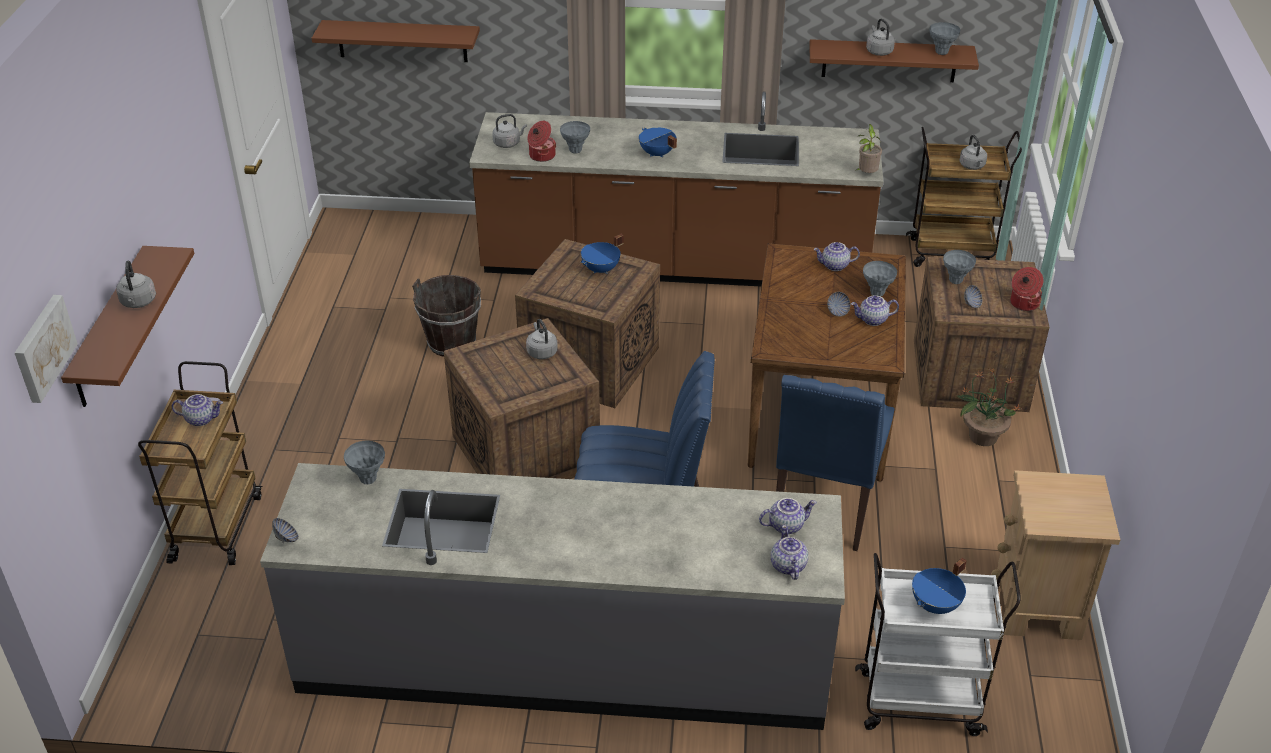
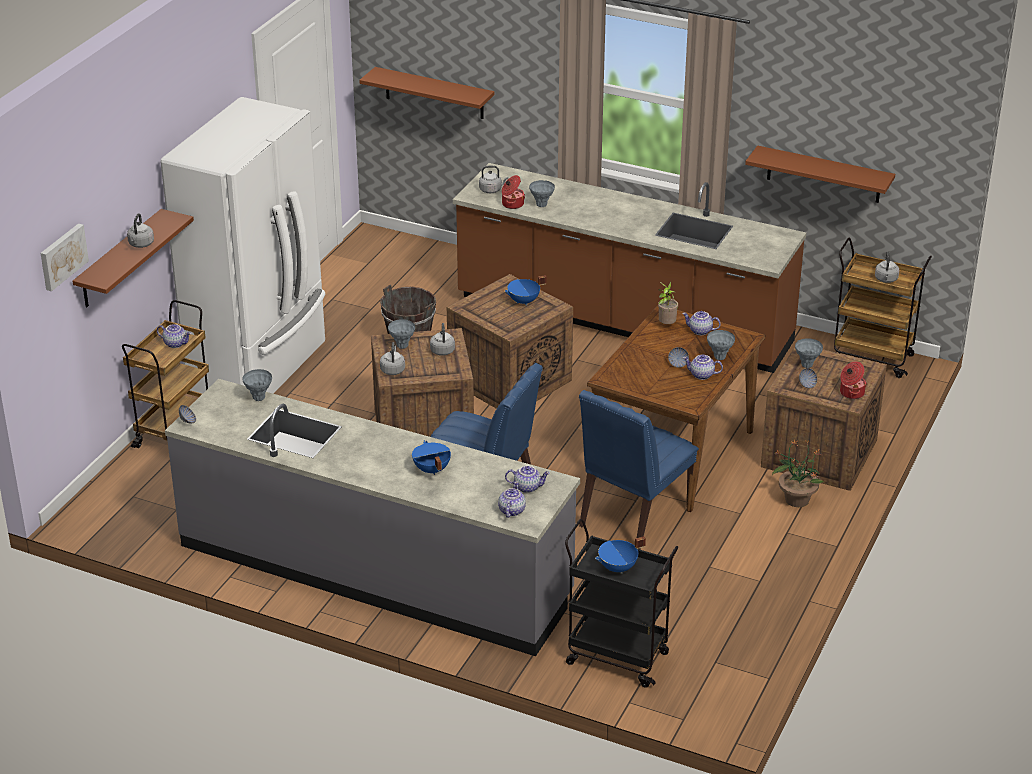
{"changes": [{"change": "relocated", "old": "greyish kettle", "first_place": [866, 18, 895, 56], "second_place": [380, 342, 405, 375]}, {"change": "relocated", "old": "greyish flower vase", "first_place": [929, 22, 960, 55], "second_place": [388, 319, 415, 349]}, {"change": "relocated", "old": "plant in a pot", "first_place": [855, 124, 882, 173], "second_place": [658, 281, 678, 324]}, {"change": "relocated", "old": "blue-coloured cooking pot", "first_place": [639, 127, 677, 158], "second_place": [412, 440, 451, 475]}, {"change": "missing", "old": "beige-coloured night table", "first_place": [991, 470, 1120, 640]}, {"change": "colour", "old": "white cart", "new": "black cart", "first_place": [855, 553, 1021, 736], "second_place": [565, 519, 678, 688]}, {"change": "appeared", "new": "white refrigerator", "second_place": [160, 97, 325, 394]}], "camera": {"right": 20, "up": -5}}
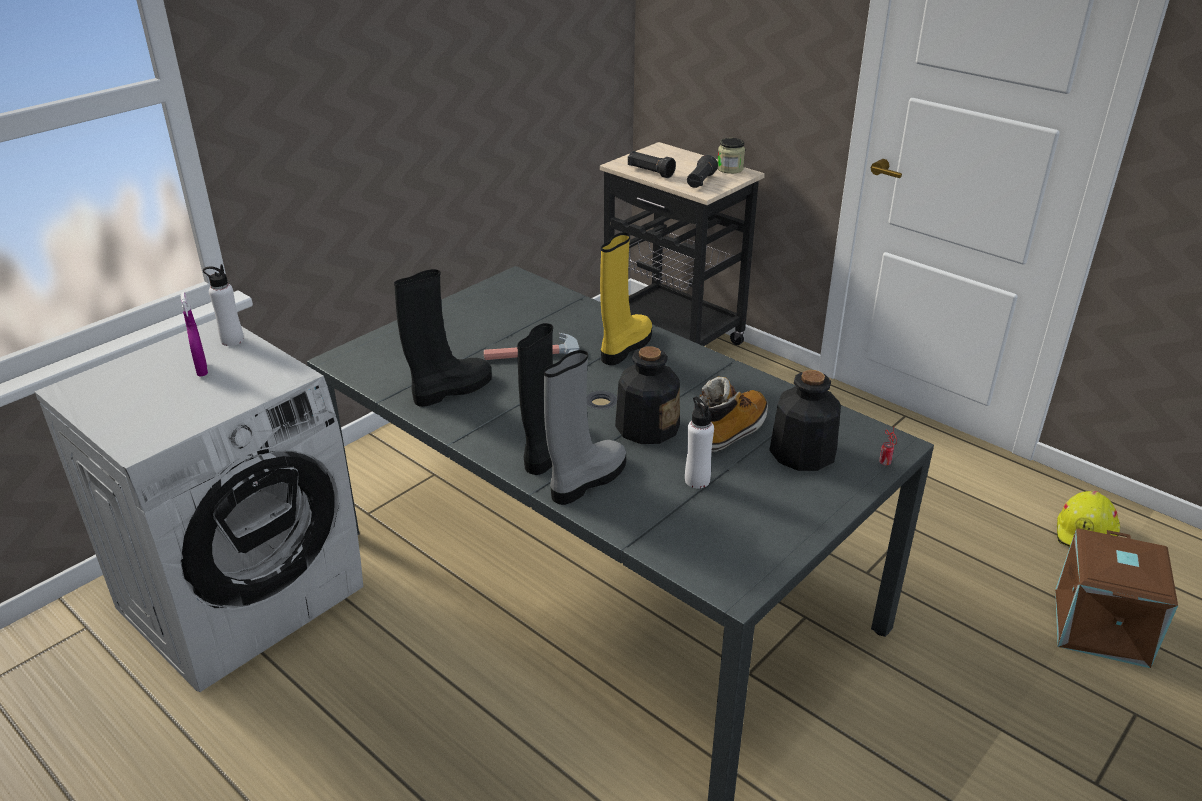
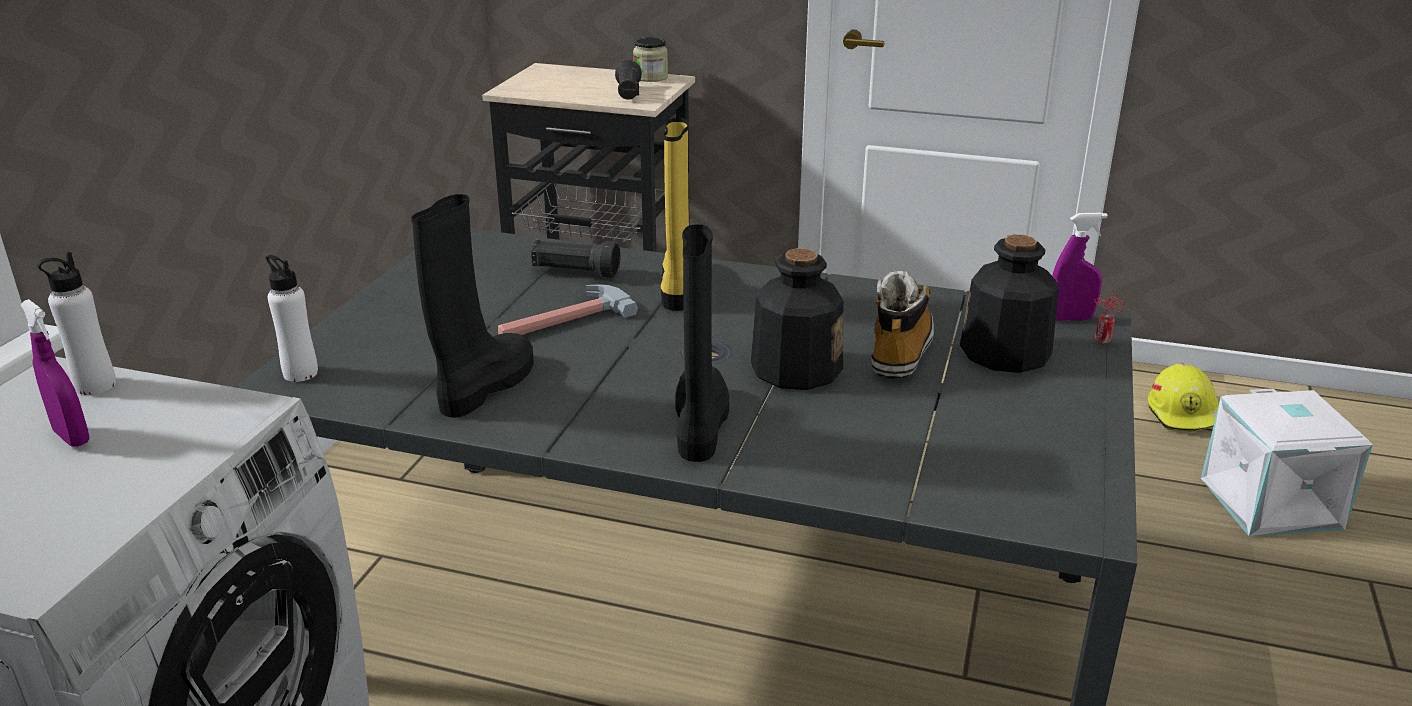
{"changes": [{"change": "relocated", "old": "black flashlight", "first_place": [628, 151, 676, 178], "second_place": [531, 240, 620, 278]}, {"change": "missing", "old": "greyish high-top boot", "first_place": [544, 350, 626, 505]}, {"change": "relocated", "old": "white bottle", "first_place": [685, 397, 714, 488], "second_place": [266, 255, 318, 382]}, {"change": "colour", "old": "brownish storage bin", "new": "white storage bin", "first_place": [1055, 529, 1178, 668], "second_place": [1201, 388, 1373, 536]}, {"change": "appeared", "new": "purplish spray bottle", "second_place": [1052, 212, 1108, 320]}], "camera": {"right": -25, "up": -5}}
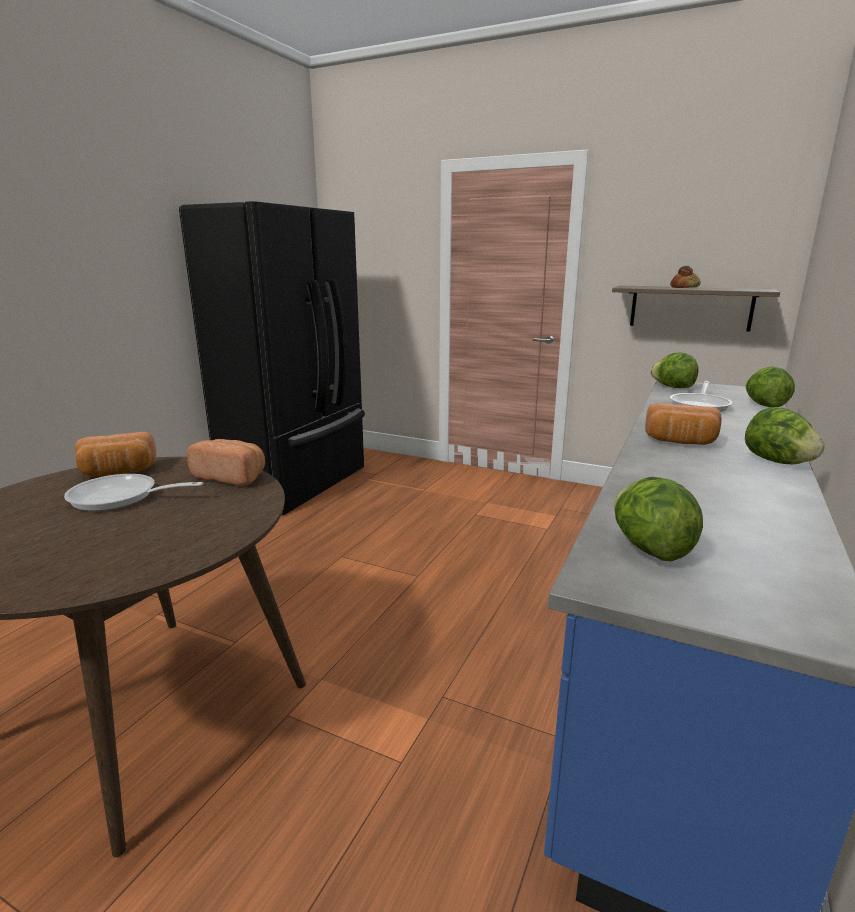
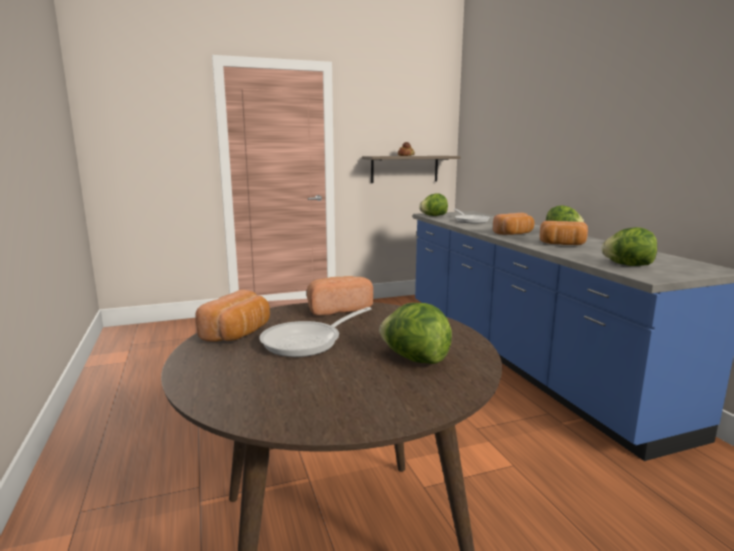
{"changes": [{"change": "missing", "old": "black refrigerator", "first_place": [179, 201, 365, 515]}, {"change": "relocated", "old": "head of lettuce", "first_place": [746, 366, 795, 407], "second_place": [379, 303, 452, 364]}, {"change": "appeared", "new": "bread", "second_place": [540, 221, 588, 245]}], "camera": {"right": -45, "up": -5}}
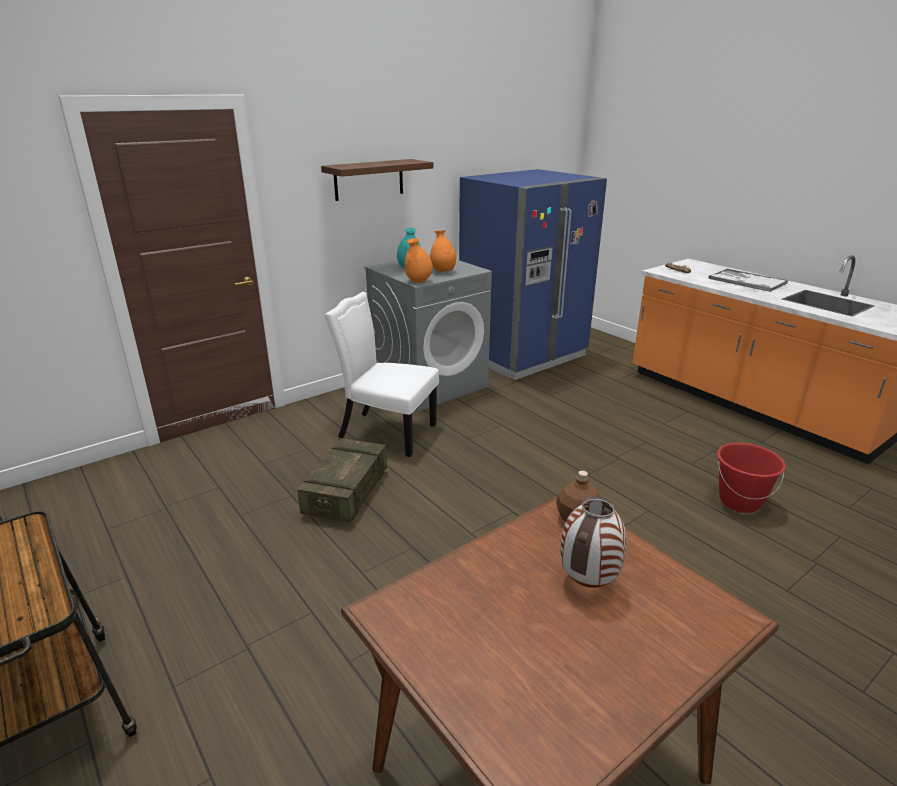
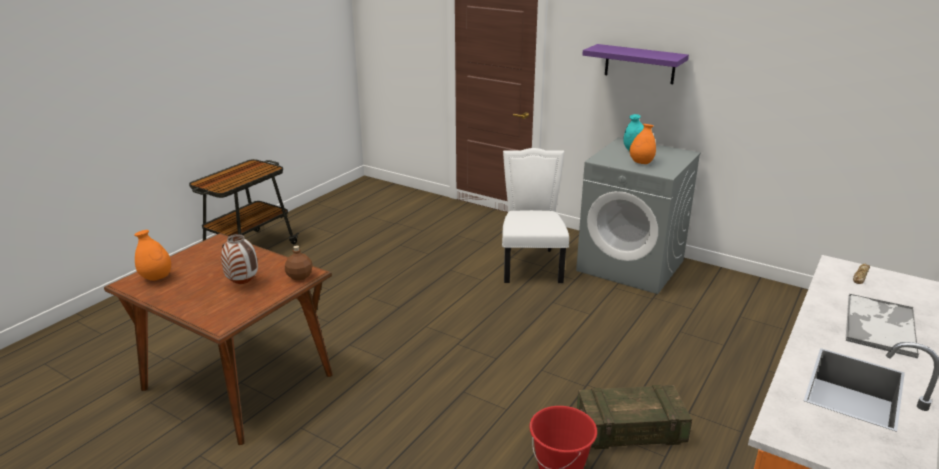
{"changes": [{"change": "colour", "old": "brownish wall shelf", "new": "purplish wall shelf", "first_place": [321, 159, 434, 201], "second_place": [582, 44, 689, 84]}, {"change": "missing", "old": "blue-coloured refrigerator", "first_place": [459, 169, 607, 380]}, {"change": "relocated", "old": "orange-coloured flower vase", "first_place": [405, 238, 433, 283], "second_place": [134, 230, 171, 281]}, {"change": "relocated", "old": "crate", "first_place": [297, 438, 387, 523], "second_place": [577, 385, 692, 449]}], "camera": {"right": 70, "up": 0}}
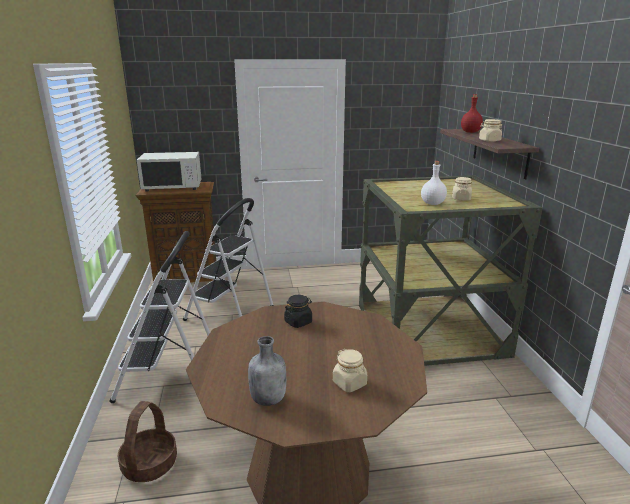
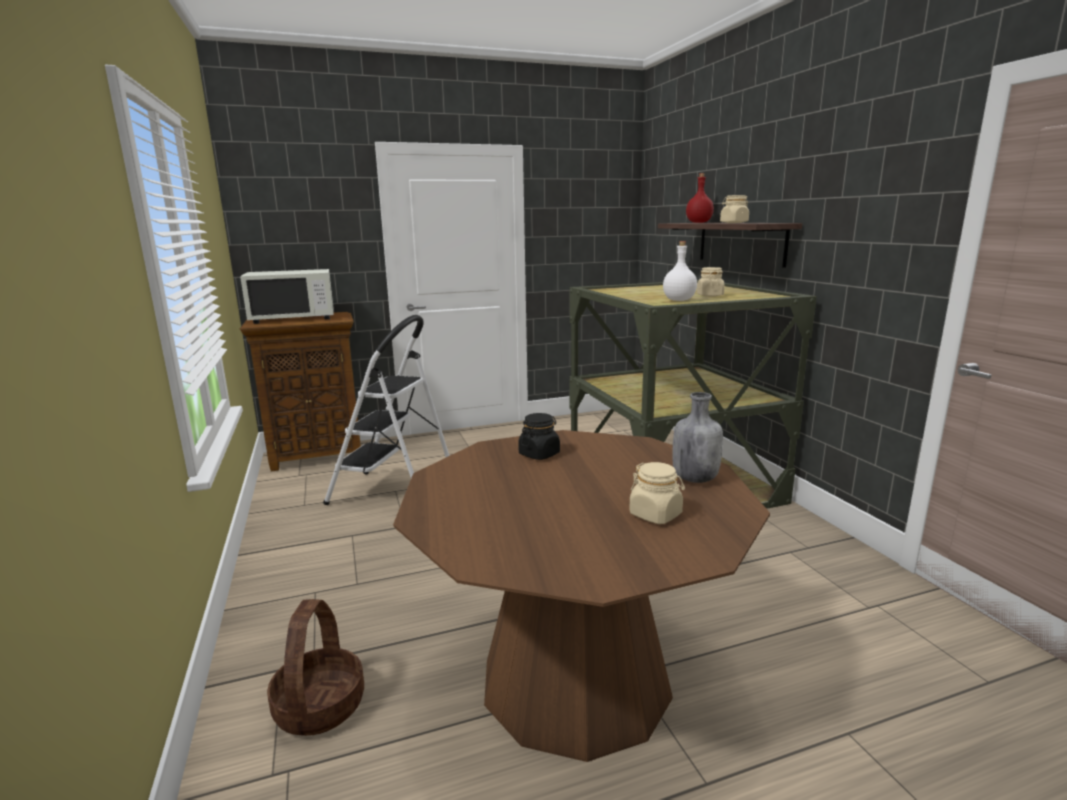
{"changes": [{"change": "missing", "old": "stepladder", "first_place": [109, 231, 210, 403]}, {"change": "relocated", "old": "greyish bottle", "first_place": [248, 336, 286, 406], "second_place": [672, 392, 723, 483]}], "camera": {"right": -10, "up": -5}}
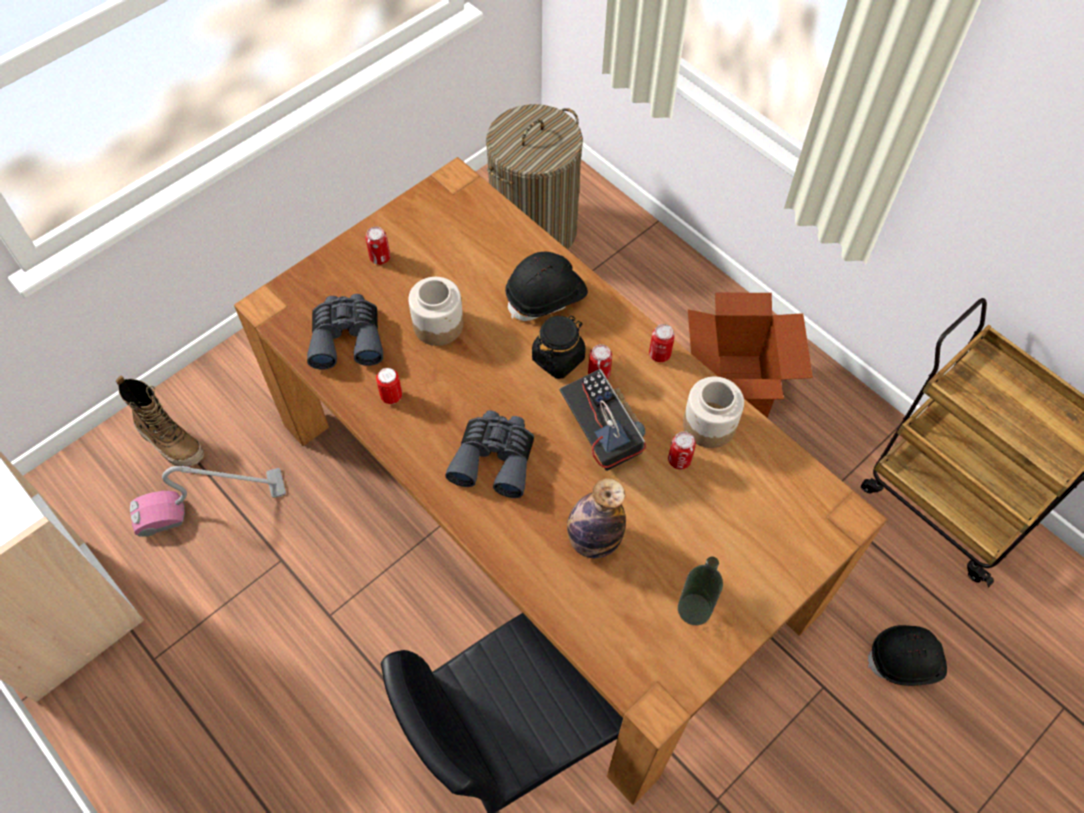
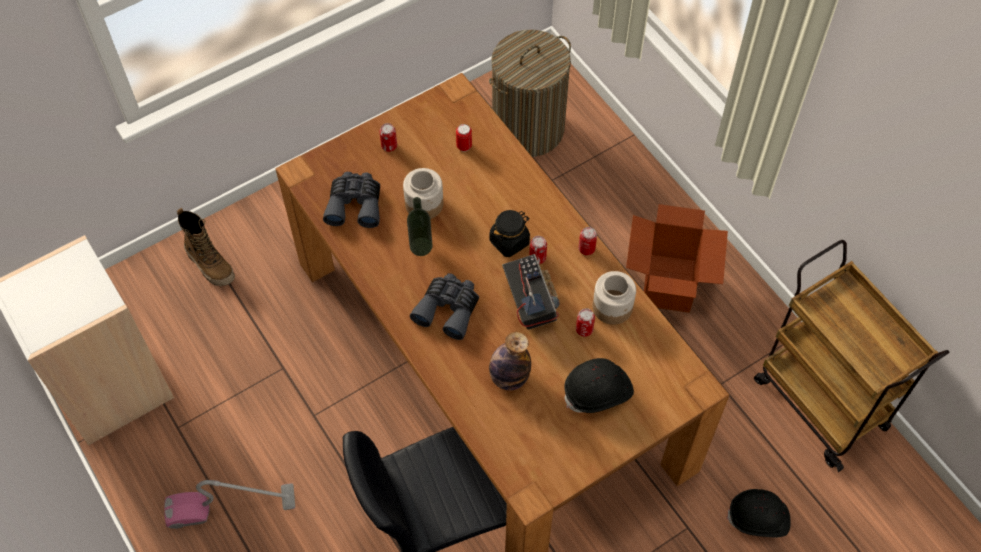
{"changes": [{"change": "relocated", "old": "black work helmet", "first_place": [505, 252, 588, 321], "second_place": [564, 358, 634, 413]}, {"change": "relocated", "old": "sealed can", "first_place": [376, 368, 402, 404], "second_place": [456, 124, 472, 152]}, {"change": "relocated", "old": "vacuum cleaner", "first_place": [130, 466, 286, 537], "second_place": [164, 480, 295, 529]}, {"change": "relocated", "old": "bottle", "first_place": [678, 556, 723, 625], "second_place": [407, 197, 433, 256]}], "camera": {"right": 10, "up": 0}}
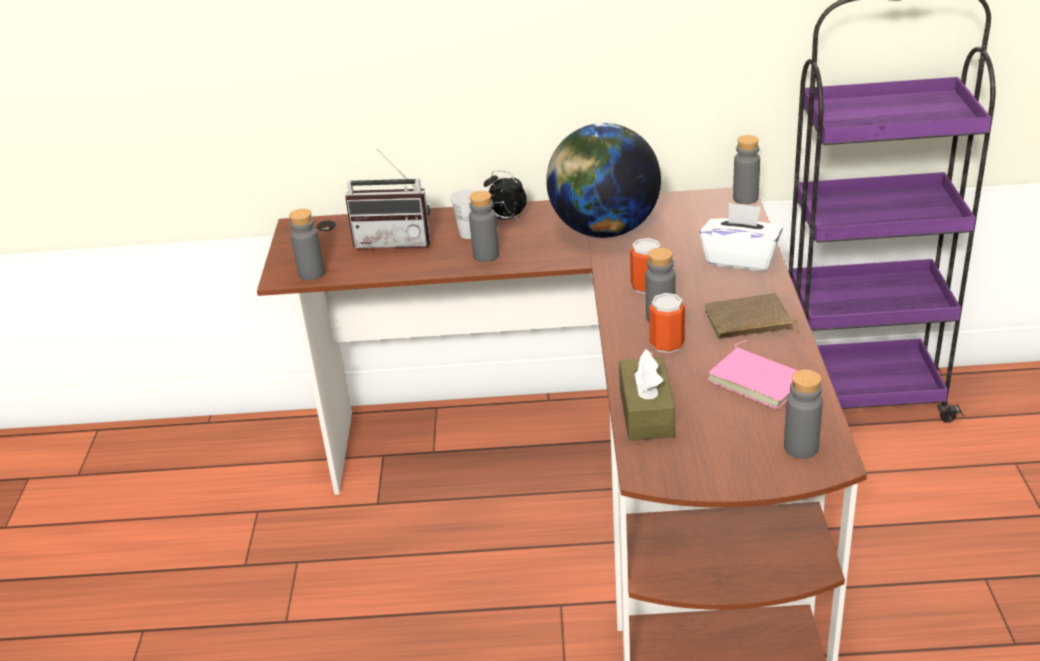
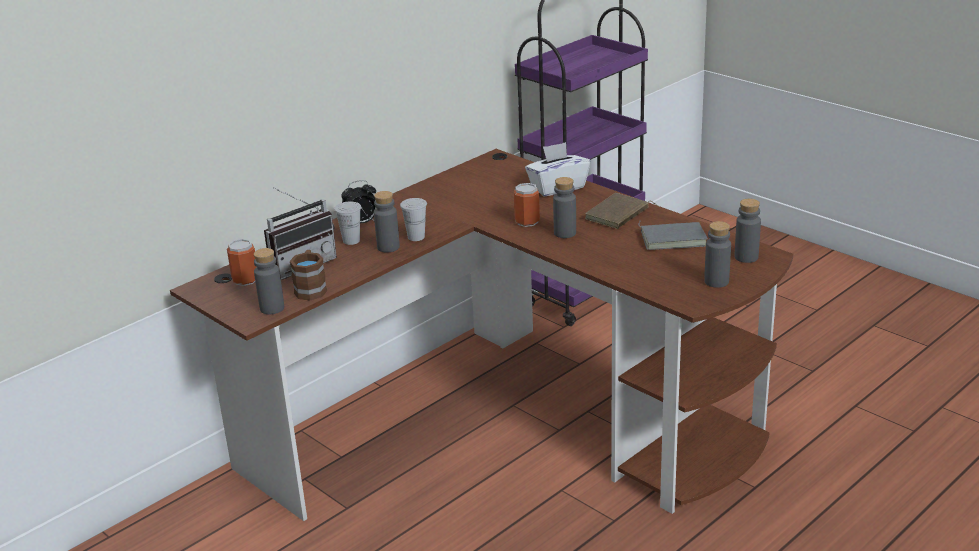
{"changes": [{"change": "missing", "old": "desk globe", "first_place": [546, 123, 661, 238]}, {"change": "relocated", "old": "greyish bottle", "first_place": [733, 135, 760, 204], "second_place": [704, 221, 731, 288]}, {"change": "relocated", "old": "sealed can", "first_place": [649, 293, 685, 353], "second_place": [227, 239, 256, 286]}, {"change": "colour", "old": "pink-coloured book", "new": "greyish book", "first_place": [707, 340, 798, 409], "second_place": [638, 221, 708, 250]}, {"change": "missing", "old": "brownish tissue holder", "first_place": [619, 349, 675, 441]}, {"change": "appeared", "new": "white drinking cup", "second_place": [400, 198, 427, 241]}, {"change": "appeared", "new": "brownish coffee mug", "second_place": [290, 250, 327, 301]}], "camera": {"right": -45, "up": -5}}
